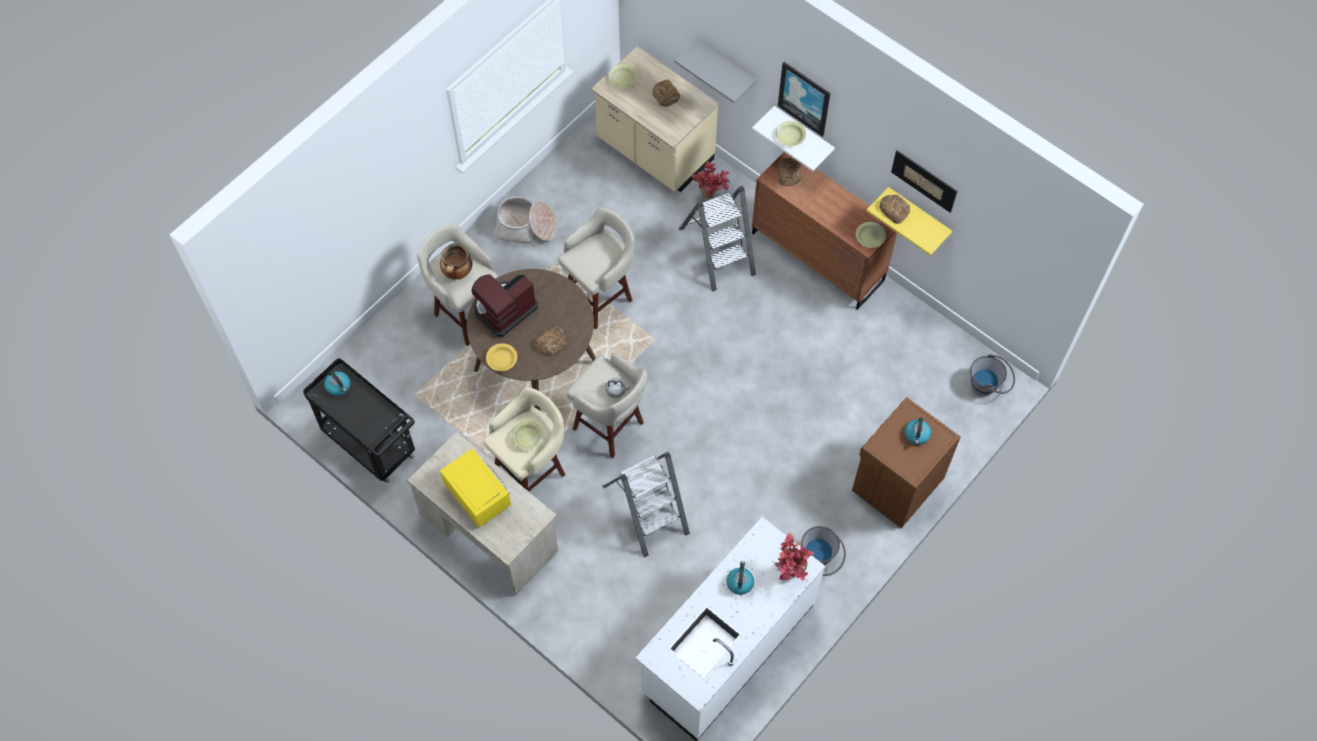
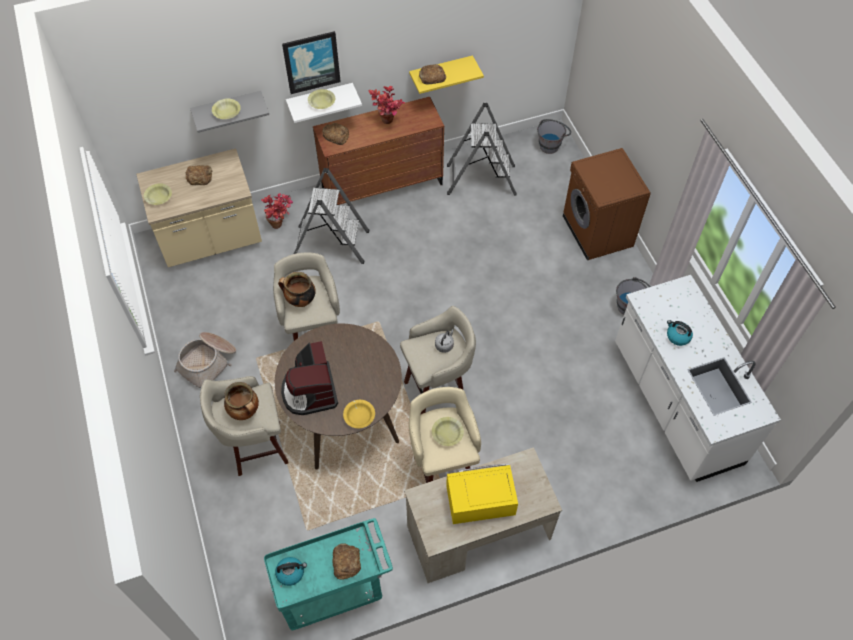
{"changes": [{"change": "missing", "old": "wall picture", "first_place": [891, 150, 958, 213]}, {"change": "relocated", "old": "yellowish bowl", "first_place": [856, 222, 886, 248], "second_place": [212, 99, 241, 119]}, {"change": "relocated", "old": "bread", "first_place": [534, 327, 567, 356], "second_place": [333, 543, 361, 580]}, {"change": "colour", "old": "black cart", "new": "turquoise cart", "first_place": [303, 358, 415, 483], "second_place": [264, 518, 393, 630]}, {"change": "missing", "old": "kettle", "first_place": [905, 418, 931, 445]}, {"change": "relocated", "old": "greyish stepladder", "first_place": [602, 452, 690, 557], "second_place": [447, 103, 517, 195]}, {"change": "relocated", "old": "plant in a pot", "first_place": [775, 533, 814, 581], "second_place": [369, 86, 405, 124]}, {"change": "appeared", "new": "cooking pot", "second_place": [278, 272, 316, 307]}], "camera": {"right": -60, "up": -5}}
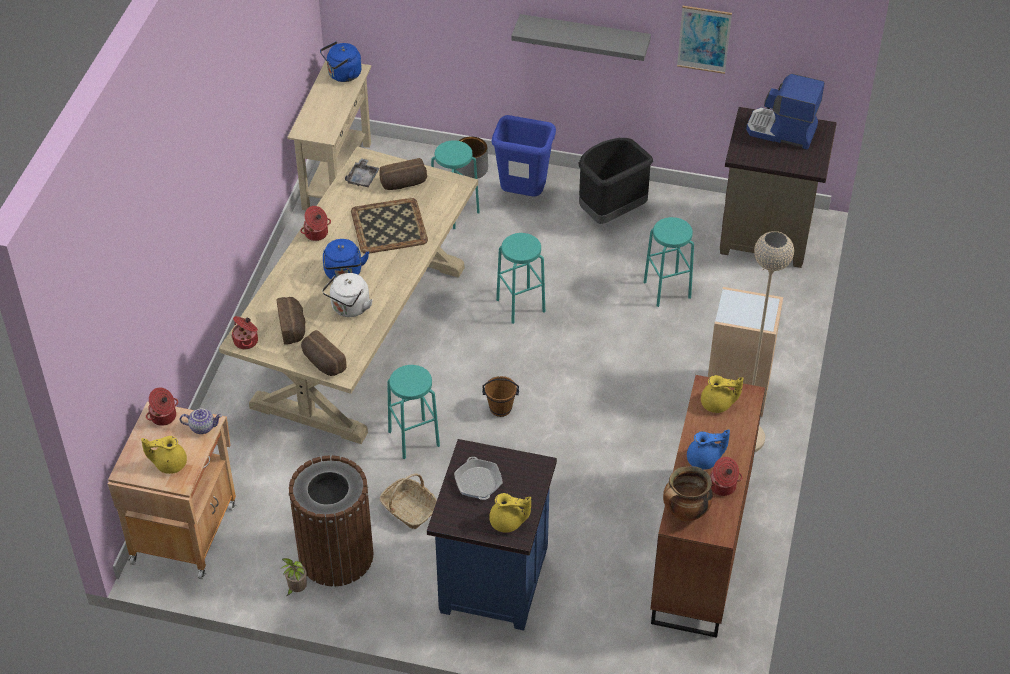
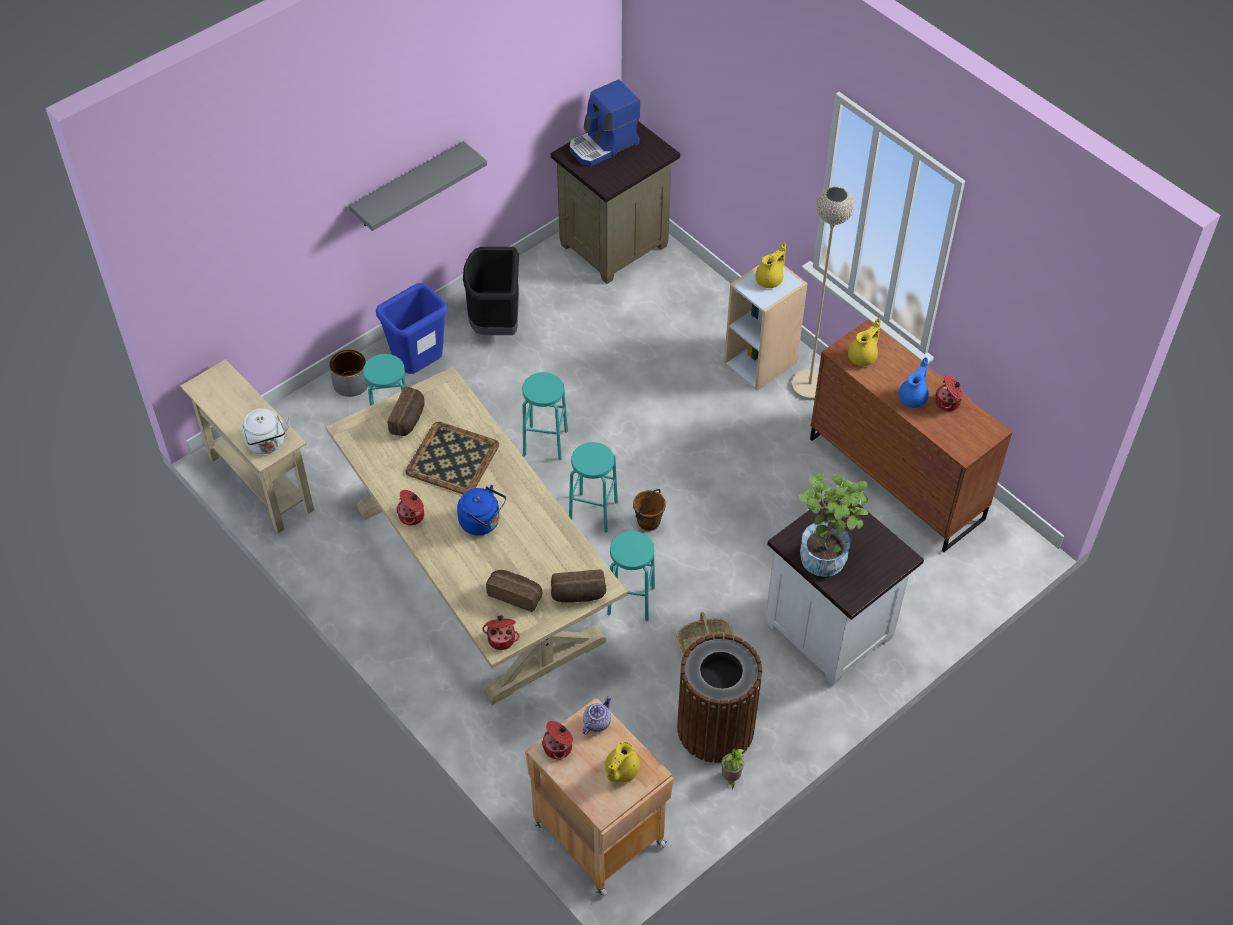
{"changes": [{"change": "missing", "old": "wall picture", "first_place": [677, 6, 732, 74]}, {"change": "missing", "old": "blue-coloured kettle", "first_place": [320, 41, 362, 82]}, {"change": "missing", "old": "greyish tray", "first_place": [345, 158, 380, 187]}, {"change": "relocated", "old": "turquoise stool", "first_place": [643, 217, 694, 307], "second_place": [569, 442, 618, 533]}, {"change": "relocated", "old": "white kettle", "first_place": [322, 273, 373, 317], "second_place": [242, 408, 290, 454]}, {"change": "colour", "old": "blue-coloured storage cabinet", "new": "white storage cabinet", "first_place": [427, 439, 557, 630], "second_place": [765, 499, 924, 686]}, {"change": "exchanged", "old": "skillet", "new": "plant in a pot", "first_place": [454, 457, 503, 500], "second_place": [798, 472, 868, 577]}, {"change": "missing", "old": "cooking pot", "first_place": [663, 466, 713, 522]}, {"change": "relocated", "old": "yellowish teapot", "first_place": [489, 493, 531, 533], "second_place": [755, 242, 786, 288]}], "camera": {"right": -55, "up": 5}}
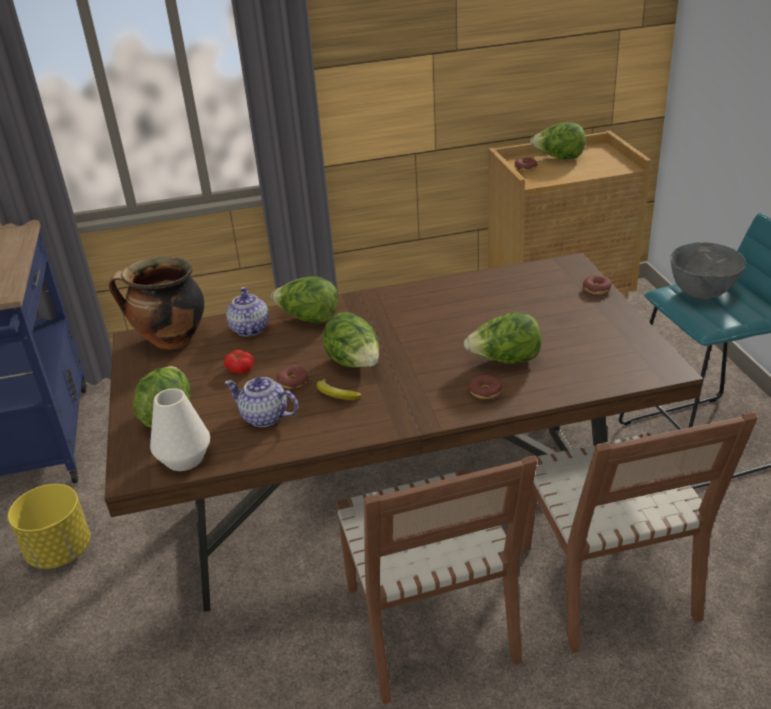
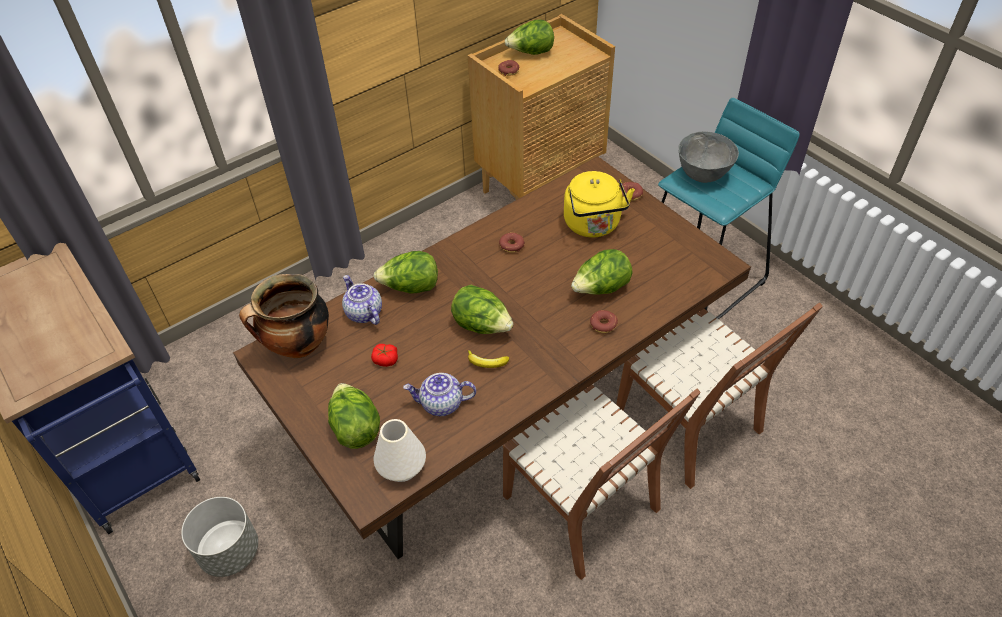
{"changes": [{"change": "relocated", "old": "ring doughnut", "first_place": [277, 366, 309, 389], "second_place": [499, 232, 525, 253]}, {"change": "colour", "old": "yellowish planter", "new": "greyish planter", "first_place": [8, 484, 91, 569], "second_place": [181, 497, 258, 577]}, {"change": "appeared", "new": "yellowish kettle", "second_place": [564, 171, 635, 237]}], "camera": {"right": -25, "up": 15}}
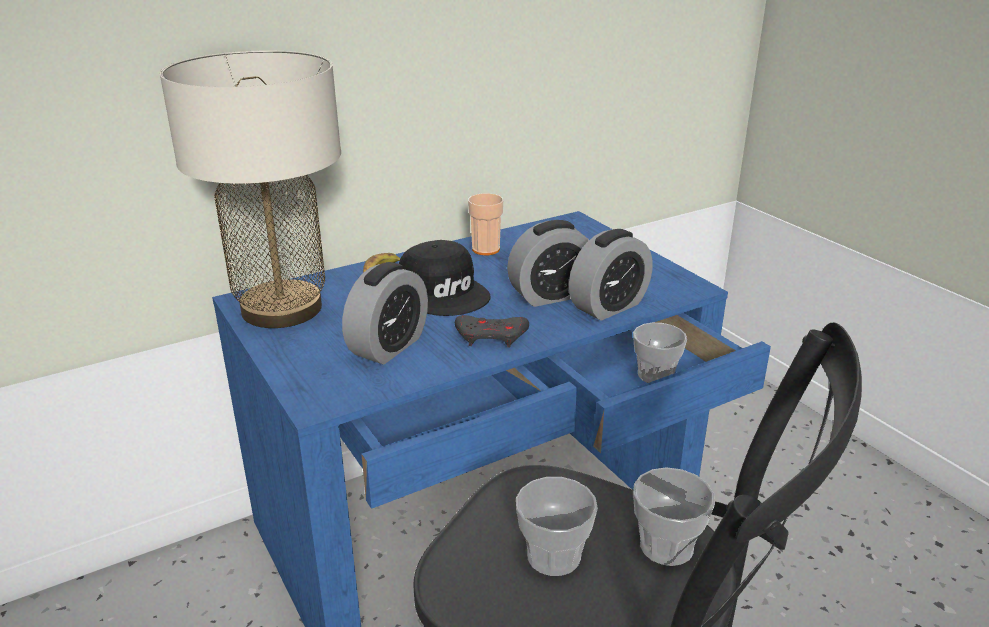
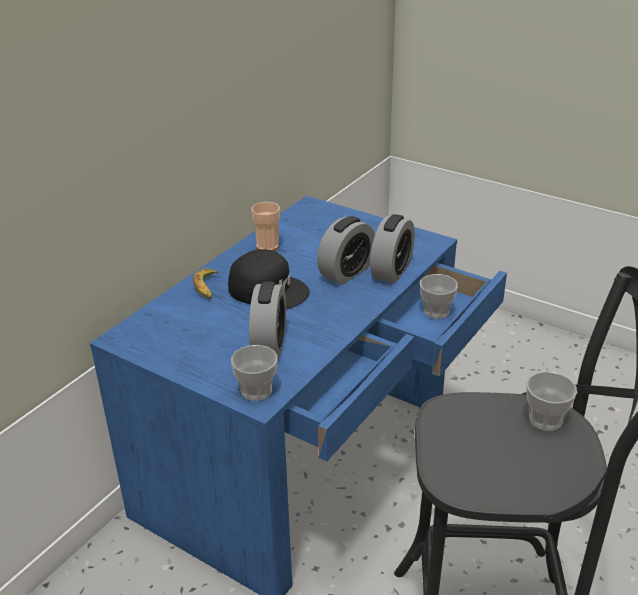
{"changes": [{"change": "missing", "old": "tabletop lamp", "first_place": [160, 50, 341, 328]}, {"change": "missing", "old": "greyish joypad", "first_place": [455, 315, 529, 347]}, {"change": "relocated", "old": "drinking cup", "first_place": [516, 477, 598, 576], "second_place": [231, 345, 278, 401]}], "camera": {"right": -25, "up": 5}}
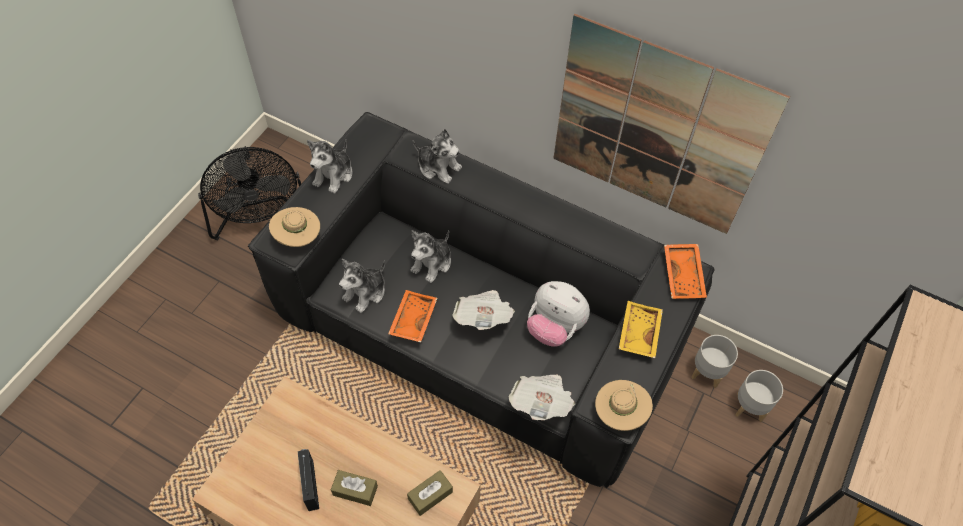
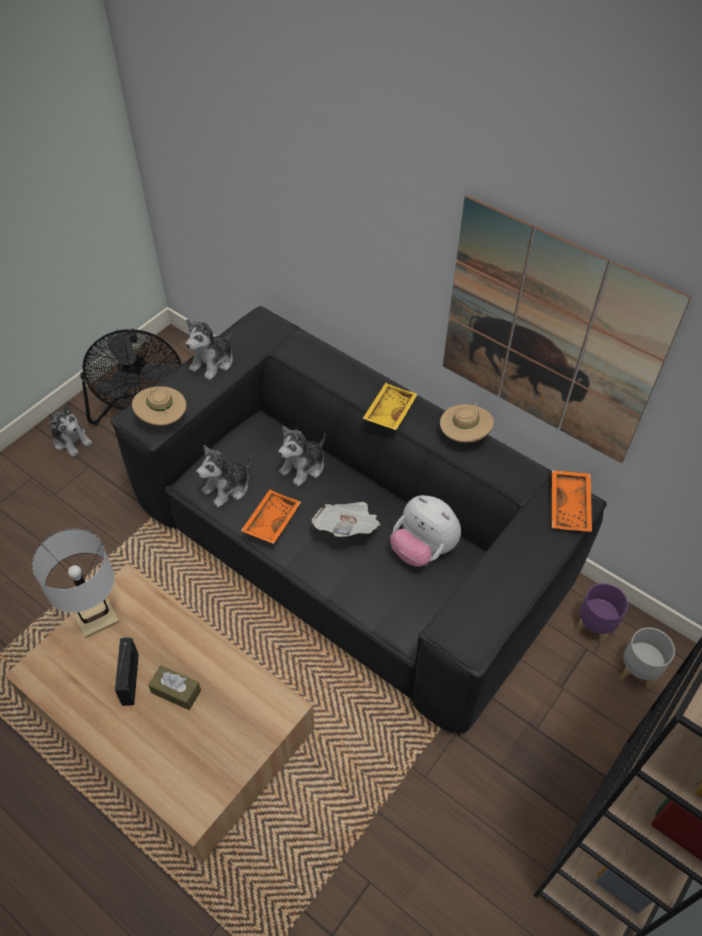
{"changes": [{"change": "relocated", "old": "cuddly toy", "first_place": [413, 129, 462, 184], "second_place": [48, 406, 92, 457]}, {"change": "relocated", "old": "yellowish tray", "first_place": [619, 301, 663, 358], "second_place": [362, 383, 418, 430]}, {"change": "colour", "old": "greyish planter", "new": "purplish planter", "first_place": [691, 335, 738, 388], "second_place": [575, 583, 628, 645]}, {"change": "missing", "old": "daily paper", "first_place": [508, 374, 575, 420]}, {"change": "relocated", "old": "beige-coloured wearable hat", "first_place": [595, 380, 653, 431], "second_place": [440, 403, 494, 443]}, {"change": "missing", "old": "brownish tissue holder", "first_place": [407, 470, 453, 516]}, {"change": "appeared", "new": "white tabletop lamp", "second_place": [32, 529, 119, 639]}], "camera": {"right": 10, "up": -5}}
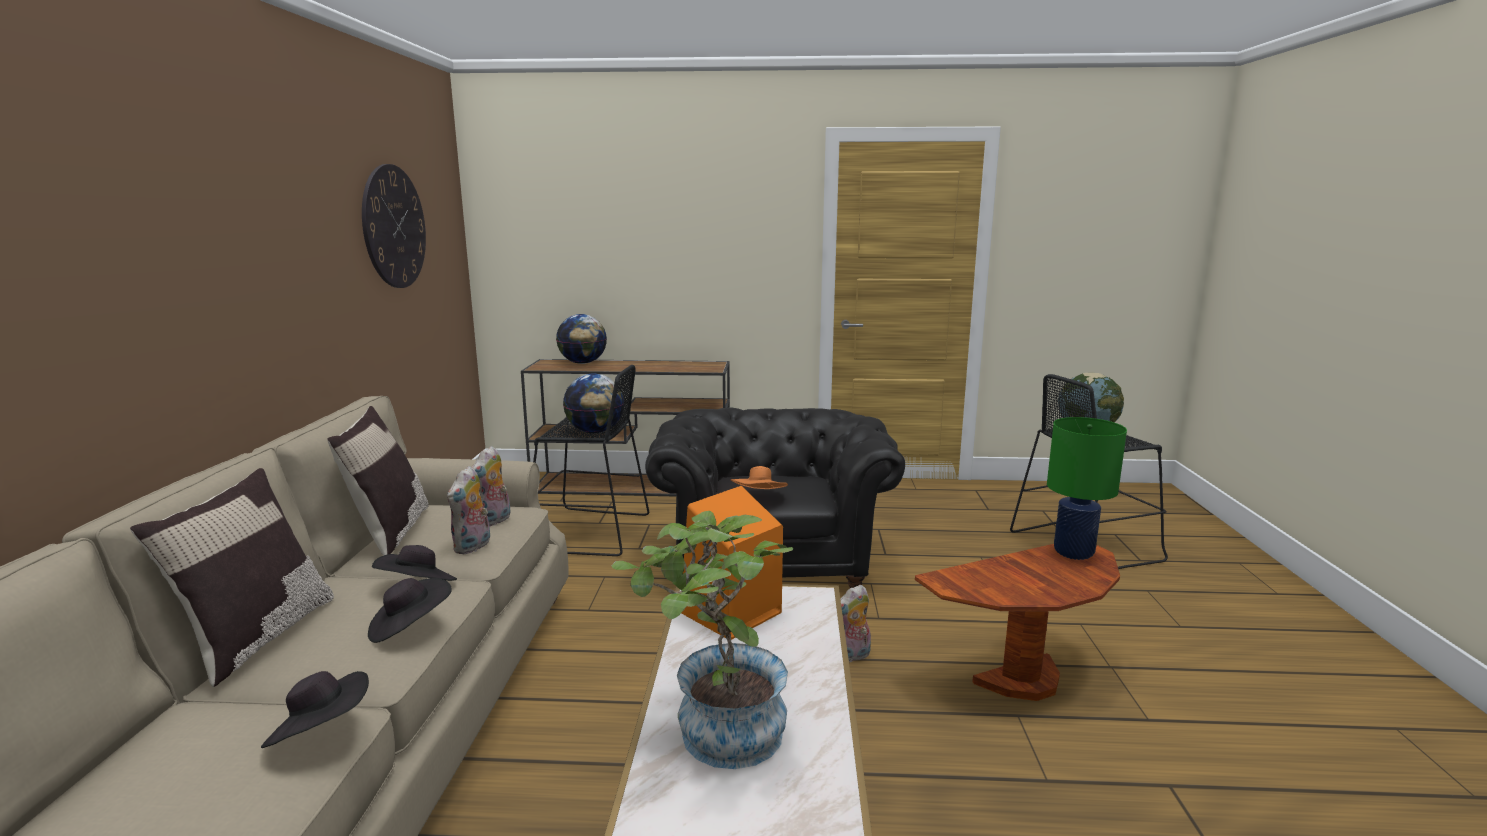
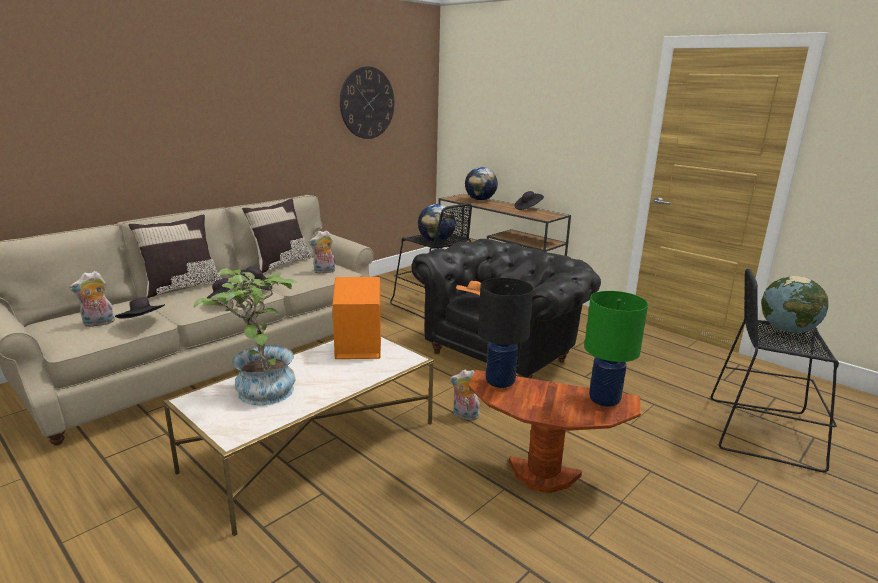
{"changes": [{"change": "relocated", "old": "cuddly toy", "first_place": [447, 466, 490, 554], "second_place": [69, 271, 115, 327]}, {"change": "appeared", "new": "black wearable hat", "second_place": [515, 191, 544, 210]}, {"change": "appeared", "new": "black tabletop lamp", "second_place": [478, 278, 534, 388]}], "camera": {"right": 40, "up": 5}}
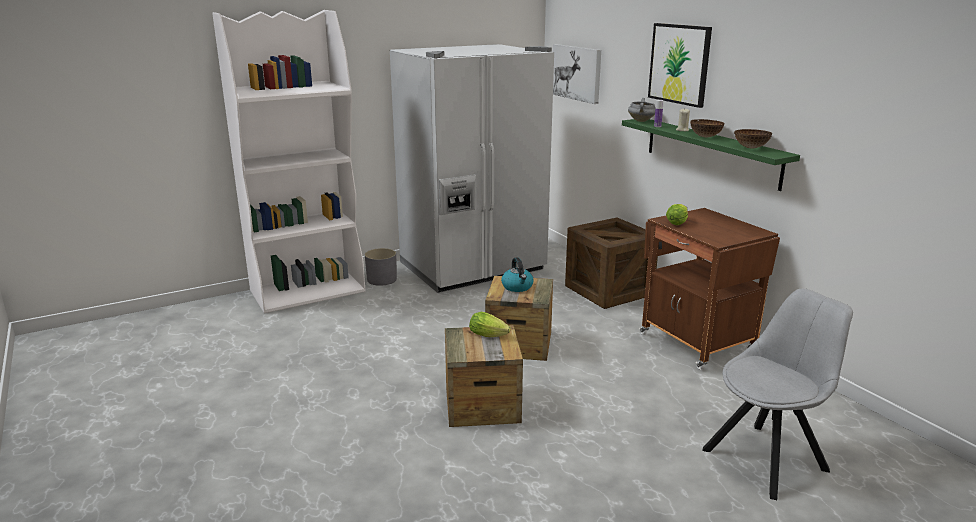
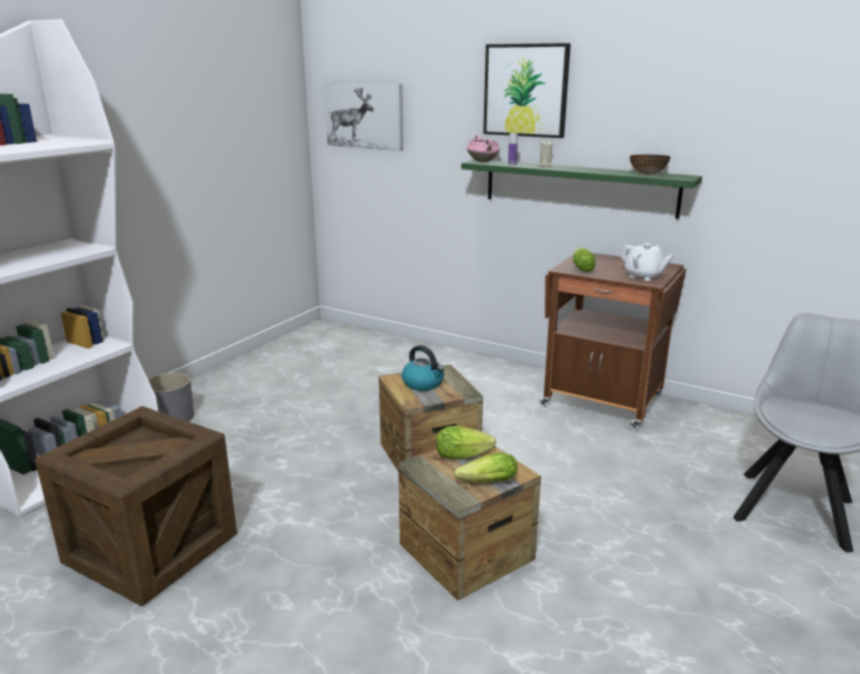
{"changes": [{"change": "missing", "old": "white refrigerator", "first_place": [390, 44, 554, 293]}, {"change": "colour", "old": "greyish cooking pot", "new": "pink-coloured cooking pot", "first_place": [628, 98, 655, 122], "second_place": [467, 135, 500, 163]}, {"change": "missing", "old": "bowl", "first_place": [690, 119, 725, 137]}, {"change": "relocated", "old": "crate", "first_place": [565, 217, 658, 309], "second_place": [35, 406, 237, 606]}, {"change": "appeared", "new": "white teapot", "second_place": [621, 243, 674, 281]}, {"change": "appeared", "new": "head of lettuce", "second_place": [454, 452, 517, 482]}], "camera": {"right": -30, "up": 0}}
